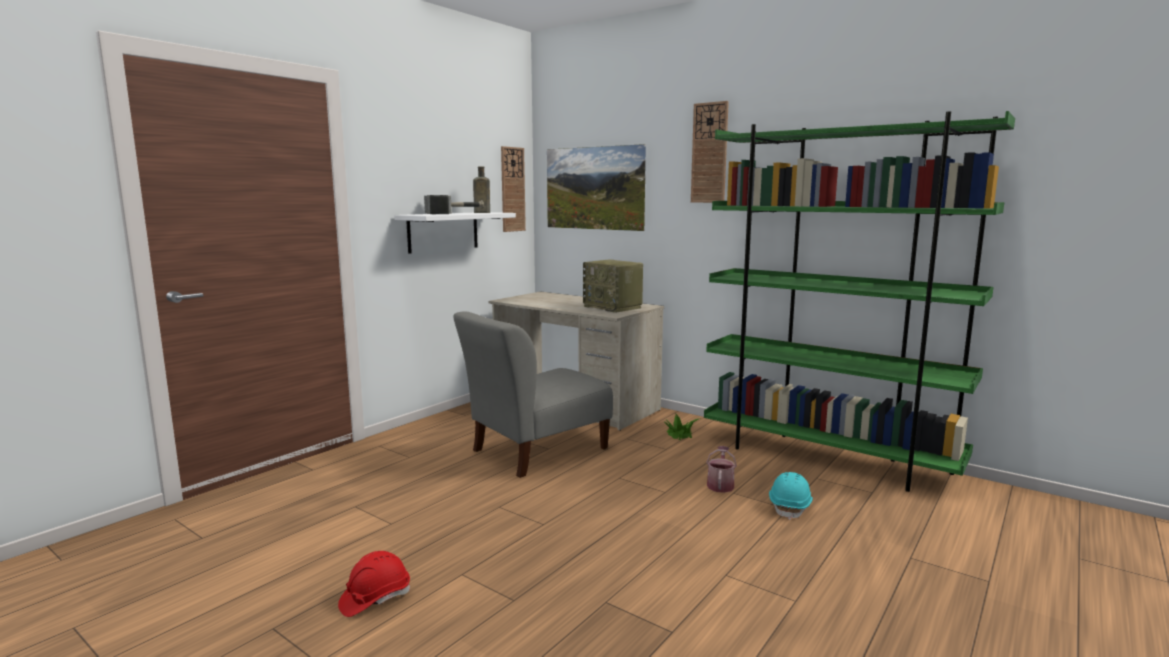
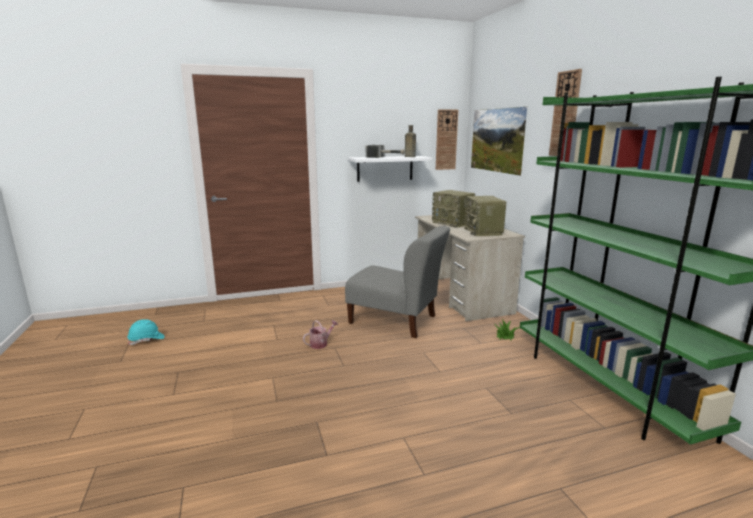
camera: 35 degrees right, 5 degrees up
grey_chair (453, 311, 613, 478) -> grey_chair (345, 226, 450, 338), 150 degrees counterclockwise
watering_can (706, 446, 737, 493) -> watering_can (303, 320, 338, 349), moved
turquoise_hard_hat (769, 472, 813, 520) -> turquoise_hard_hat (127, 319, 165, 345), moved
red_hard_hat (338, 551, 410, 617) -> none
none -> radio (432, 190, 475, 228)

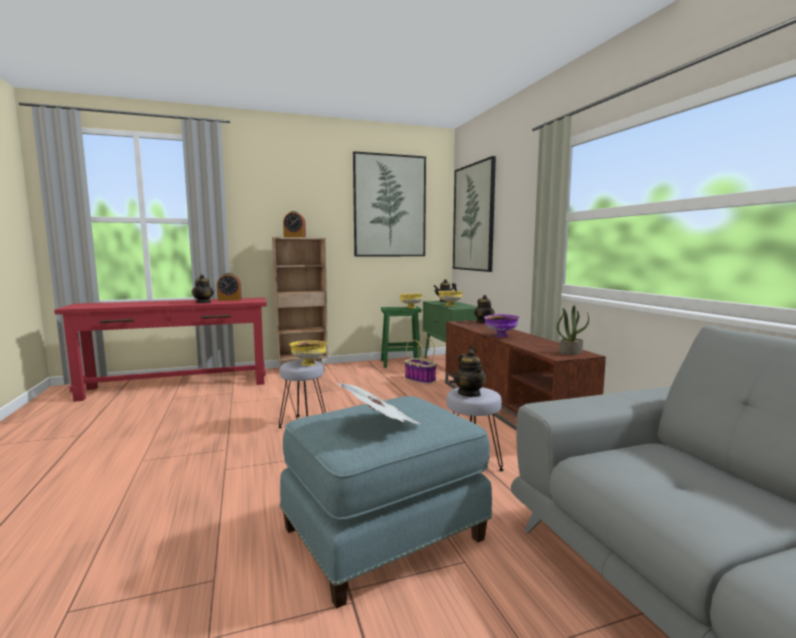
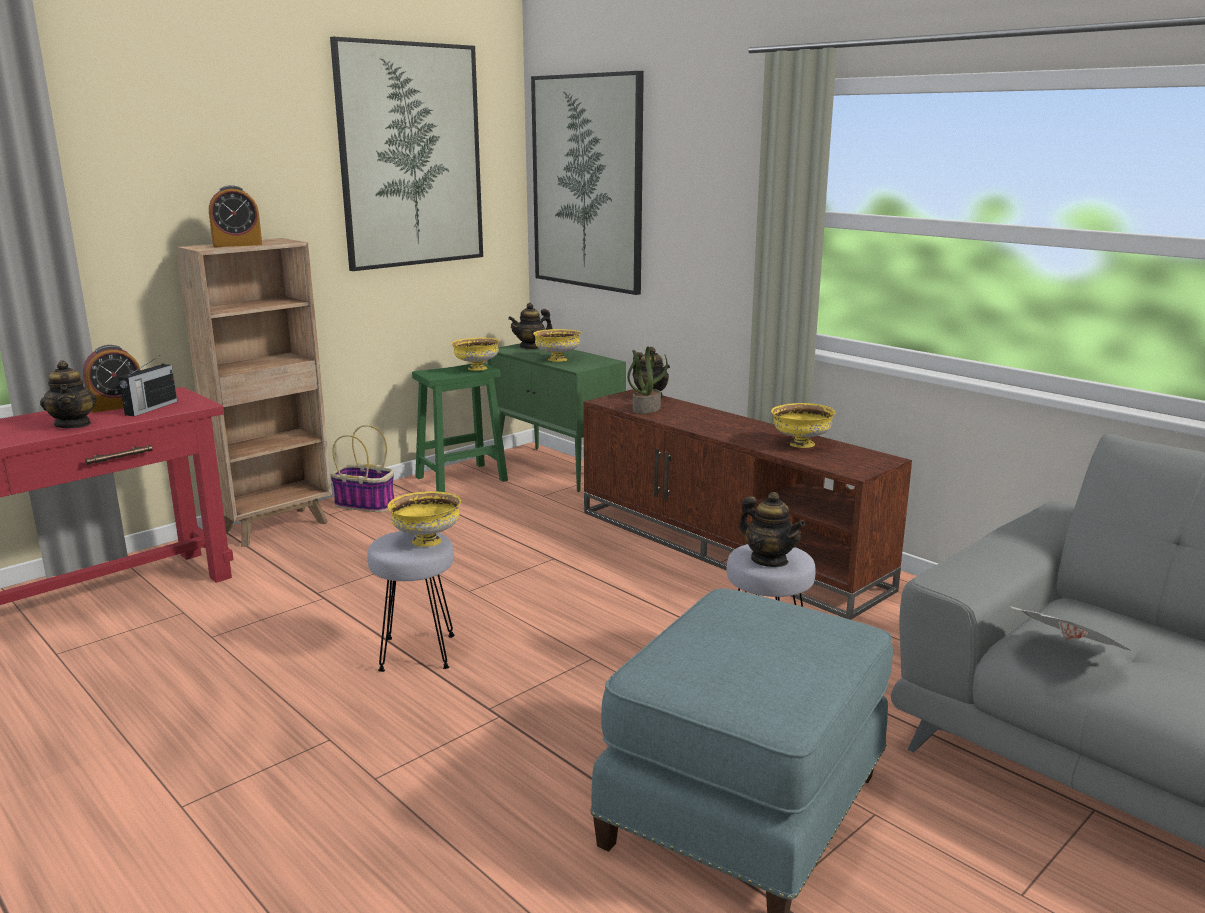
camera: 25 degrees left, 10 degrees up
potted_plant (557, 306, 589, 355) -> potted_plant (627, 346, 668, 414), moved
purple_bowl (484, 314, 519, 337) -> none
basket (404, 337, 437, 384) -> basket (330, 425, 394, 512), moved
newspaper (336, 383, 421, 424) -> newspaper (1010, 606, 1131, 651), moved
none -> radio (119, 356, 177, 416)
none -> yellow_bowl (771, 403, 835, 448)

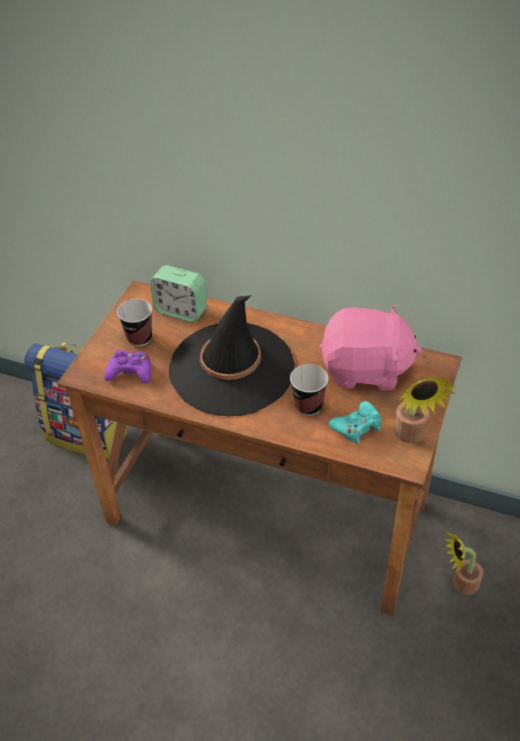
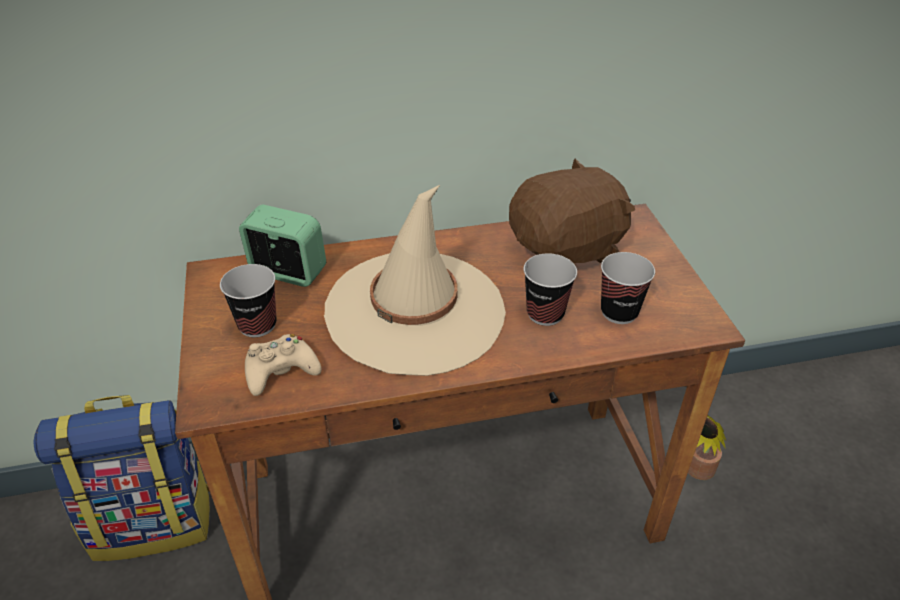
camera: 35 degrees left, 5 degrees down
alarm_clock (150, 265, 207, 322) -> alarm_clock (239, 205, 326, 287), 150 degrees counterclockwise
black_hat (169, 295, 295, 416) -> beige_hat (324, 185, 506, 376)
pink_plush_toy (320, 304, 422, 390) -> brown_plush_toy (509, 158, 635, 266)
purple_game_controller (104, 350, 151, 384) -> beige_game_controller (245, 334, 321, 396)
potted_plant (394, 378, 456, 443) -> none
turquoise_game_controller (328, 401, 382, 444) -> cup (601, 252, 655, 324)

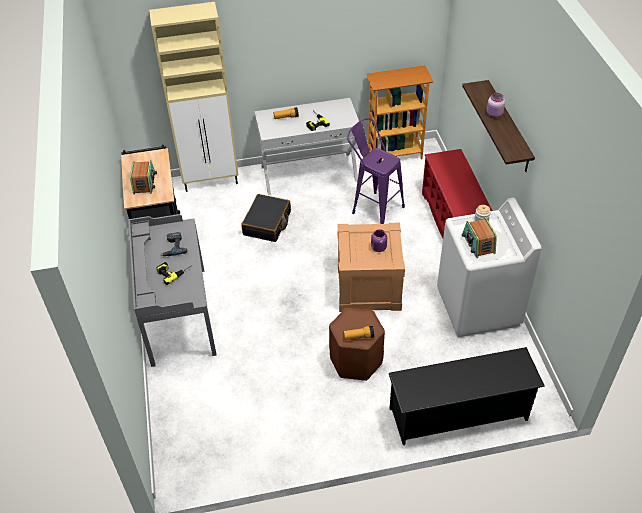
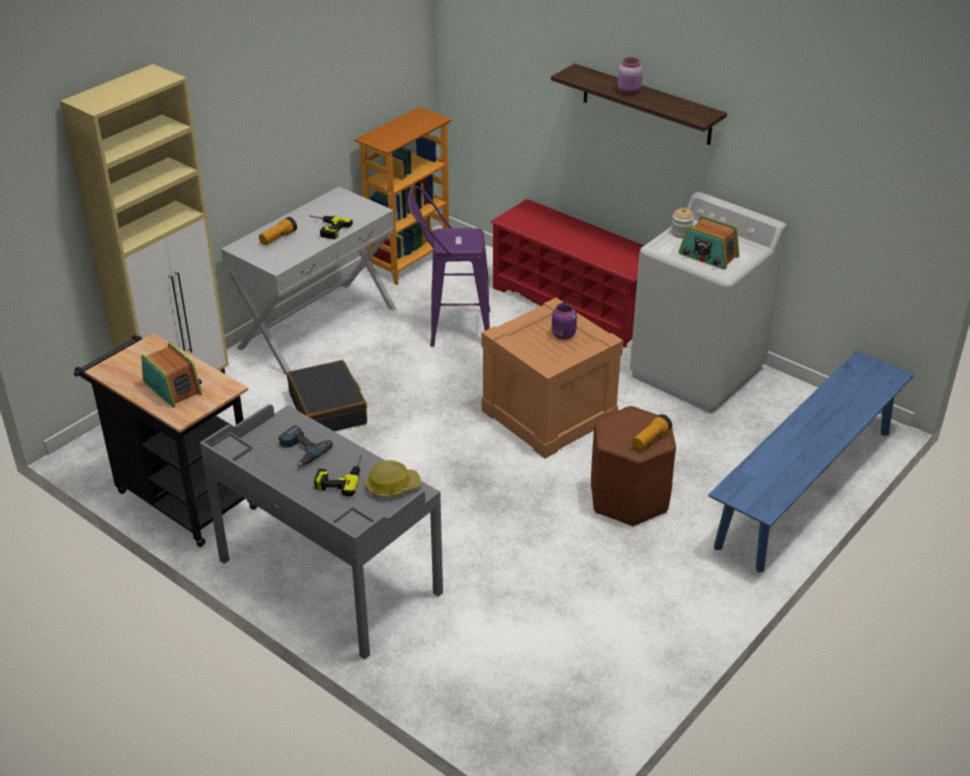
camera: 40 degrees left, 10 degrees down
black_shoe_rack (389, 347, 545, 445) -> blue_bench (708, 351, 914, 573)
none -> hard_hat (366, 460, 421, 498)

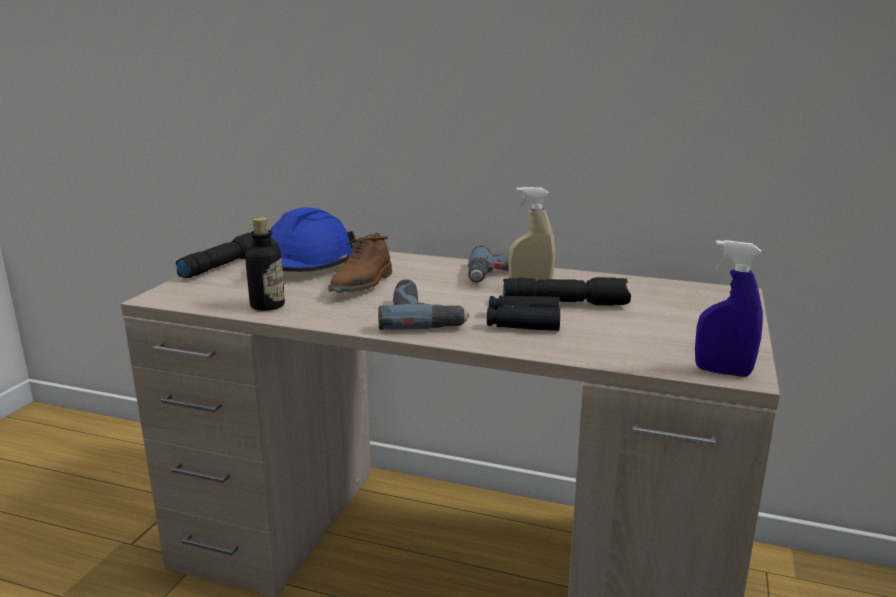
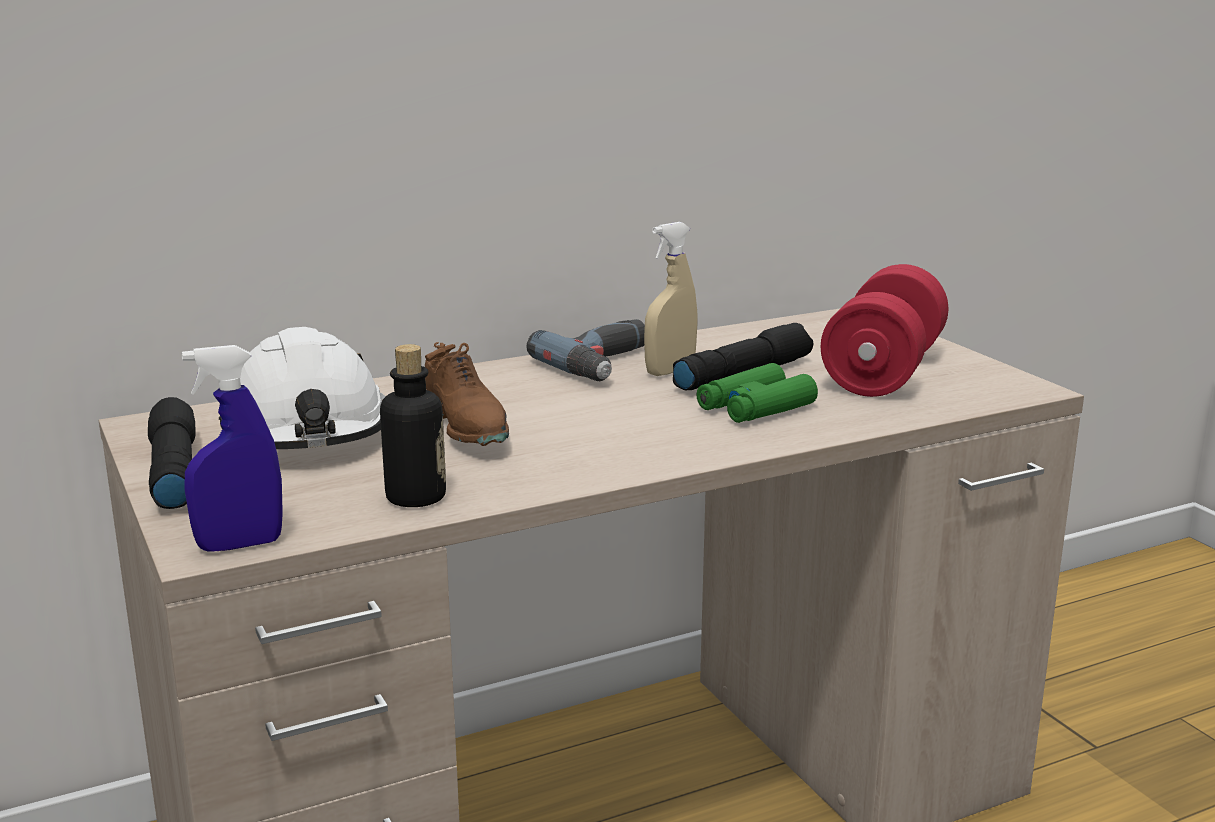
camera: 45 degrees left, 0 degrees up
blue_hard_hat (270, 207, 356, 272) -> white_hard_hat (219, 327, 385, 449)
blue_spray_bottle (695, 240, 763, 377) -> blue_spray_bottle (182, 345, 282, 552), moved
power_drill (378, 279, 469, 330) -> none
black_binoculars (487, 296, 560, 331) -> green_binoculars (696, 363, 818, 423)
none -> red_dumbbell (821, 264, 948, 397)

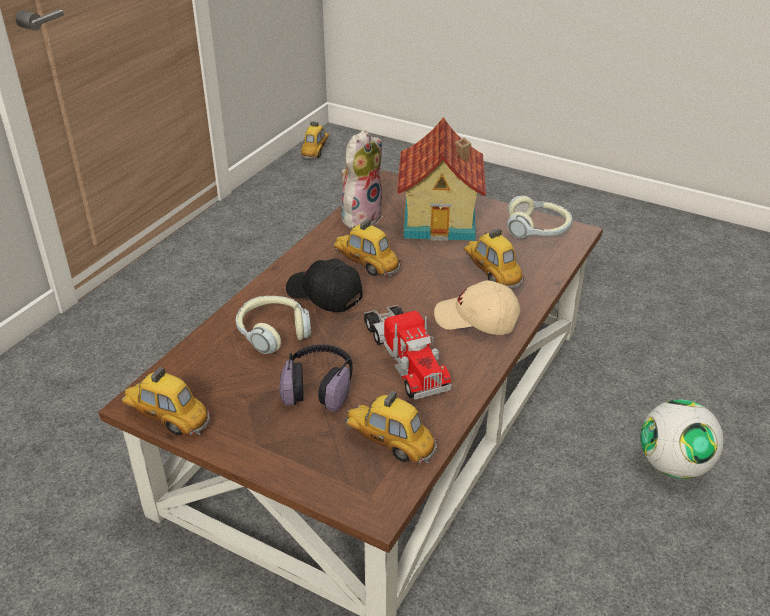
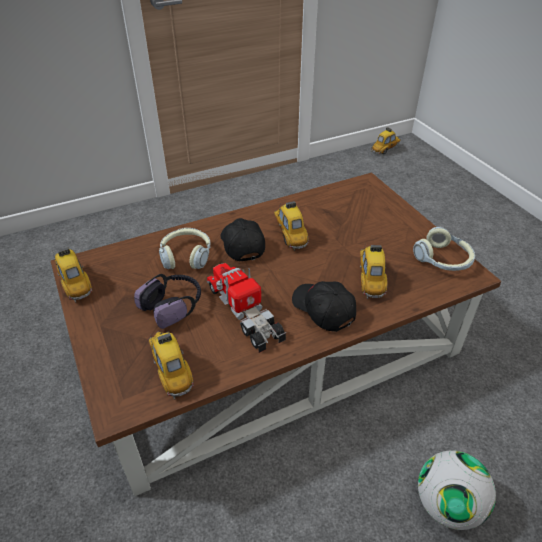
camera: 35 degrees right, 5 degrees up
toy_house (397, 117, 486, 241) -> none
plush_toy (341, 130, 383, 229) -> none
beige_cap (434, 280, 520, 335) -> black_cap (292, 281, 356, 332)
toy_truck (364, 305, 452, 400) -> toy_truck (207, 263, 286, 353), 135 degrees clockwise

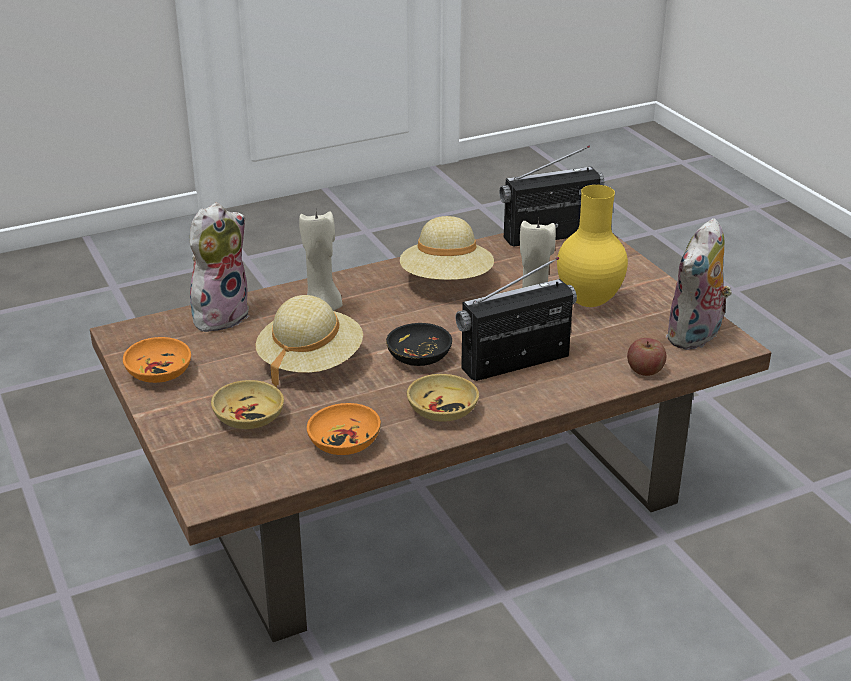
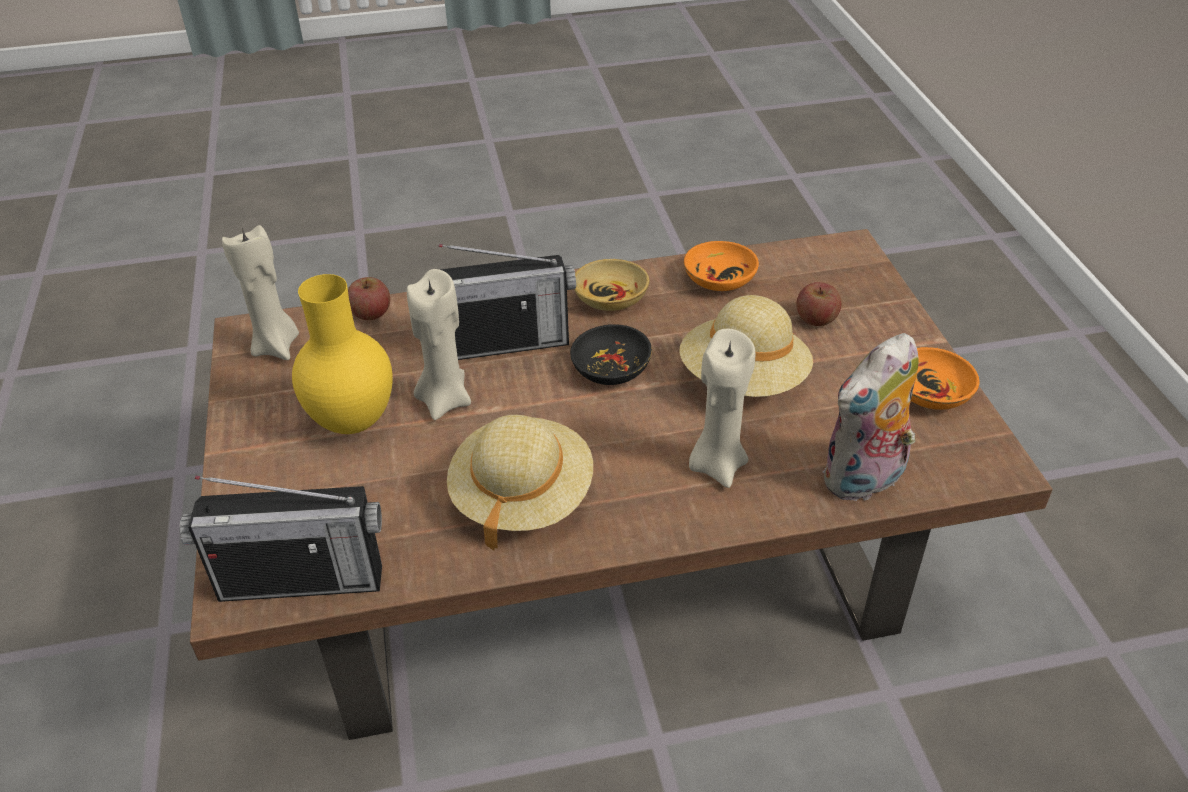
camera: 165 degrees left, 10 degrees up
plush_toy (666, 218, 732, 350) -> beige_candle (222, 225, 299, 360)
beige_bowl (211, 380, 284, 429) -> apple (796, 282, 841, 326)

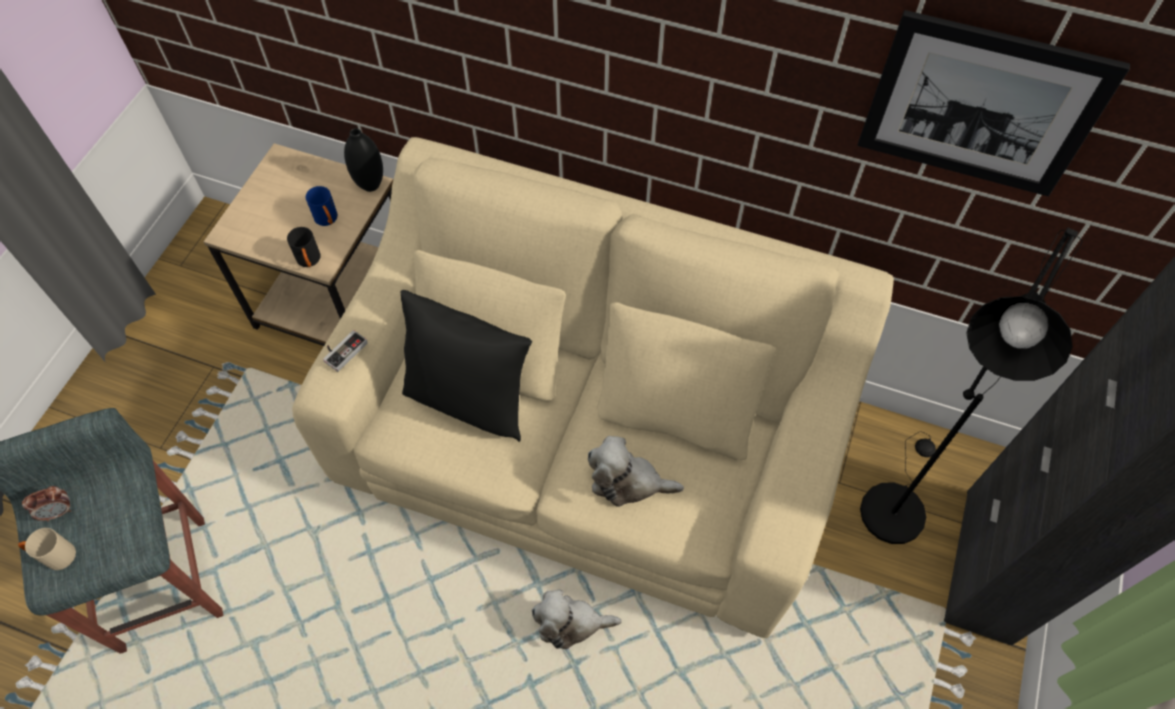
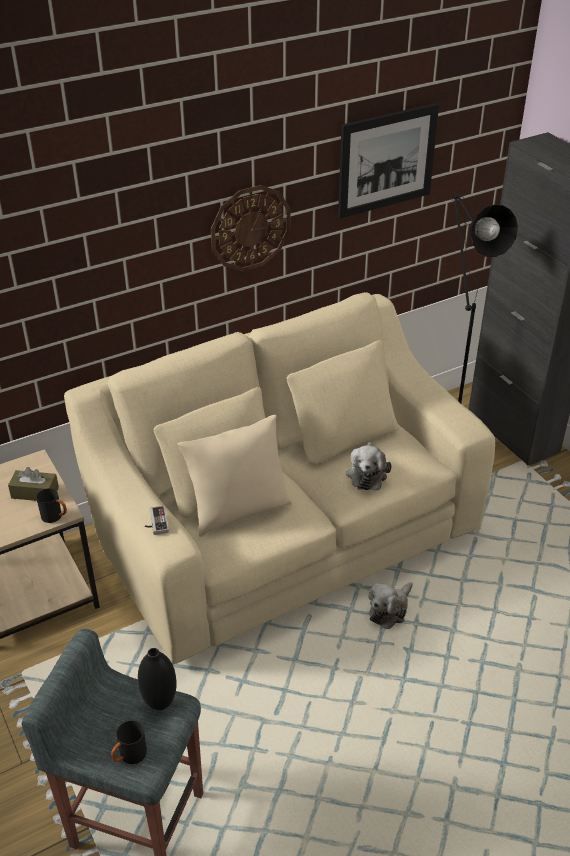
camera: 50 degrees left, 20 degrees down
black_vase (344, 128, 383, 192) -> black_vase (138, 648, 176, 711), moved
blue_mug (306, 186, 338, 226) -> brown_tissue_box (8, 467, 59, 501)
black_pillow (400, 290, 532, 442) -> beige_pillow (178, 415, 292, 537)
plush_toy (588, 436, 684, 507) -> plush_toy (346, 442, 391, 490), 45 degrees counterclockwise
alarm_clock (22, 486, 71, 522) -> none
beige_mug (18, 528, 76, 570) -> black_mug (111, 720, 147, 764)
none -> wall_clock (211, 185, 291, 272)

